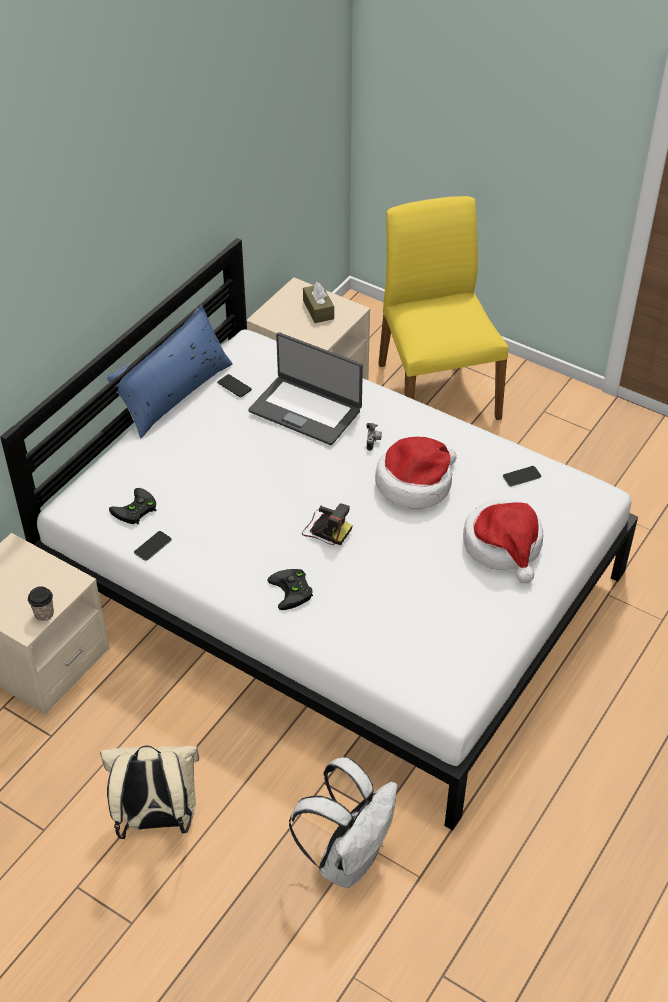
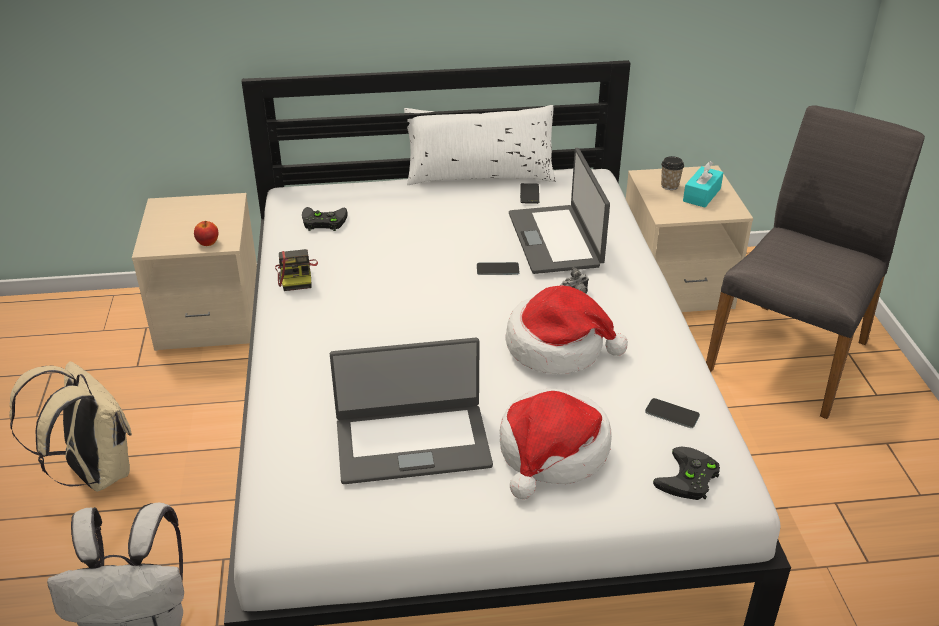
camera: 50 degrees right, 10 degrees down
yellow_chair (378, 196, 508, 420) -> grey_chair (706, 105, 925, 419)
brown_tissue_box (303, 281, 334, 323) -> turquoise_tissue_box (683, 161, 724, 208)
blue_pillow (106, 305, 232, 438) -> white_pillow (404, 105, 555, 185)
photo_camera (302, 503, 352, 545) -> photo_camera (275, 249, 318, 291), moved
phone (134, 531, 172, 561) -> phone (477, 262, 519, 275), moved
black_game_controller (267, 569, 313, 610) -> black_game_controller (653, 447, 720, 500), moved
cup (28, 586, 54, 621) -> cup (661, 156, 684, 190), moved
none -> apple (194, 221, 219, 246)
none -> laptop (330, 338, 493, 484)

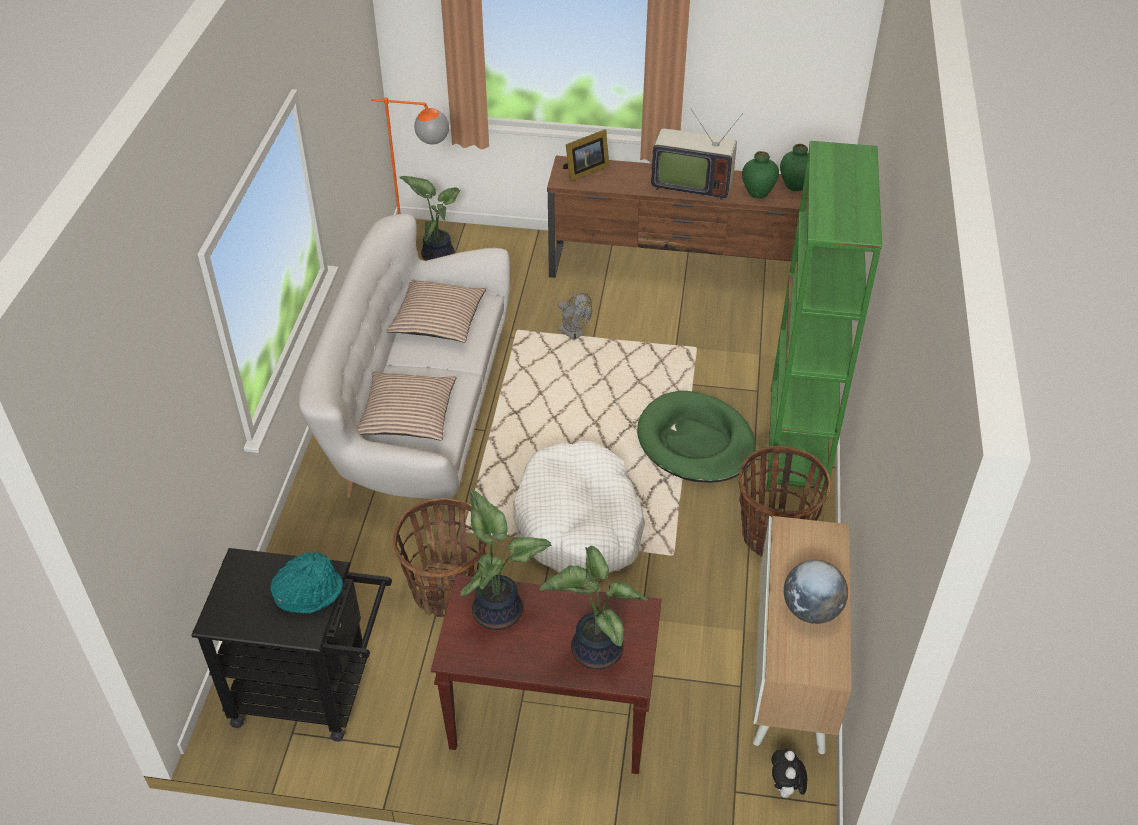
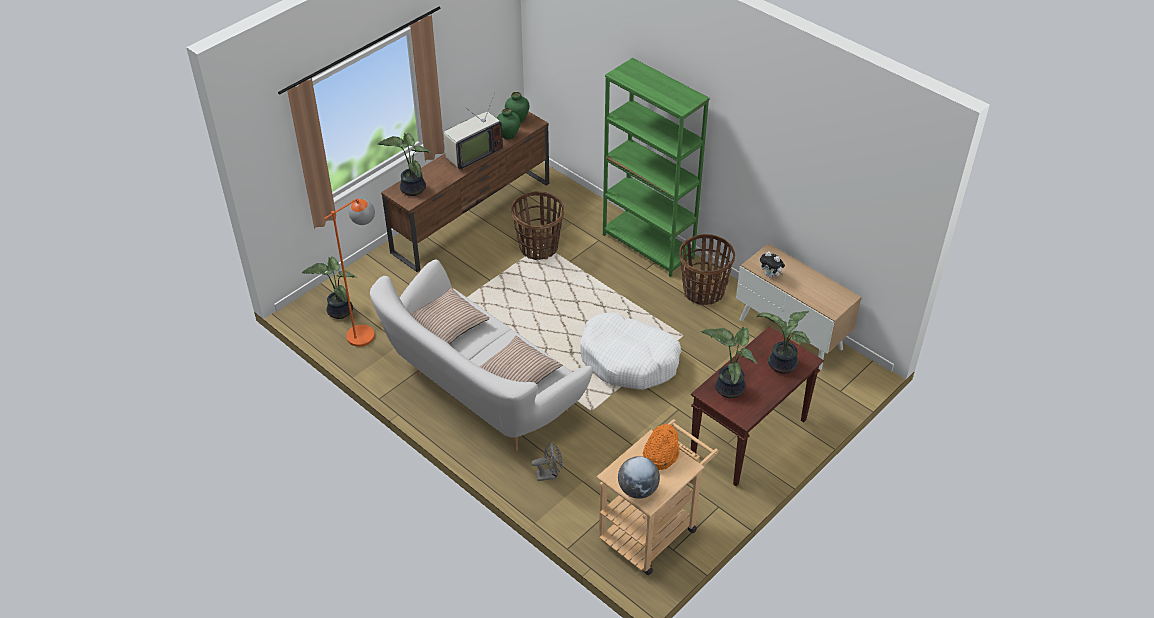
camera: 55 degrees left, 0 degrees up
picture_frame (563, 129, 609, 182) -> potted_plant (377, 133, 432, 196)
grey_fan (557, 293, 592, 340) -> grey_fan (532, 442, 563, 481), moved
green_dog_bed (637, 391, 756, 483) -> none
basket (392, 498, 486, 617) -> basket (511, 191, 564, 260), moved
black_cart (191, 548, 392, 742) -> beige_cart (596, 419, 719, 575)
turquoise_hat (270, 551, 343, 614) -> orange_hat (643, 424, 679, 470)
globe (784, 560, 848, 624) -> globe (618, 456, 660, 499), moved
plush_toy (771, 749, 807, 802) -> plush_toy (760, 251, 785, 278), moved

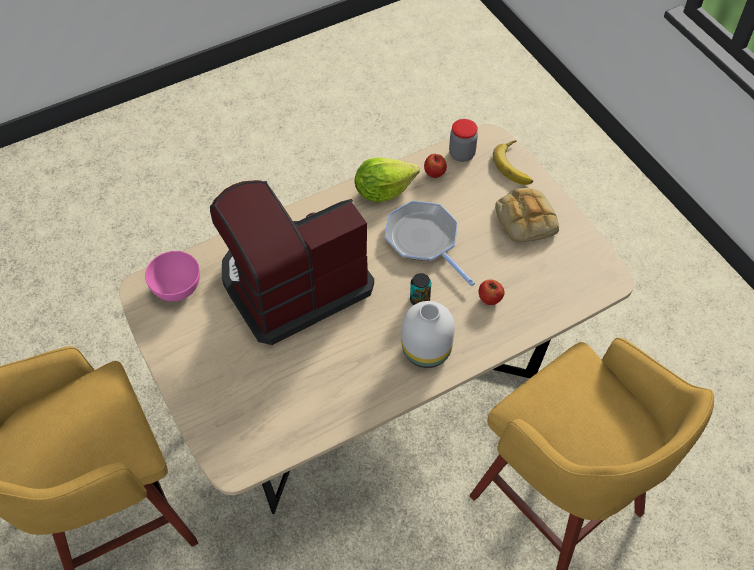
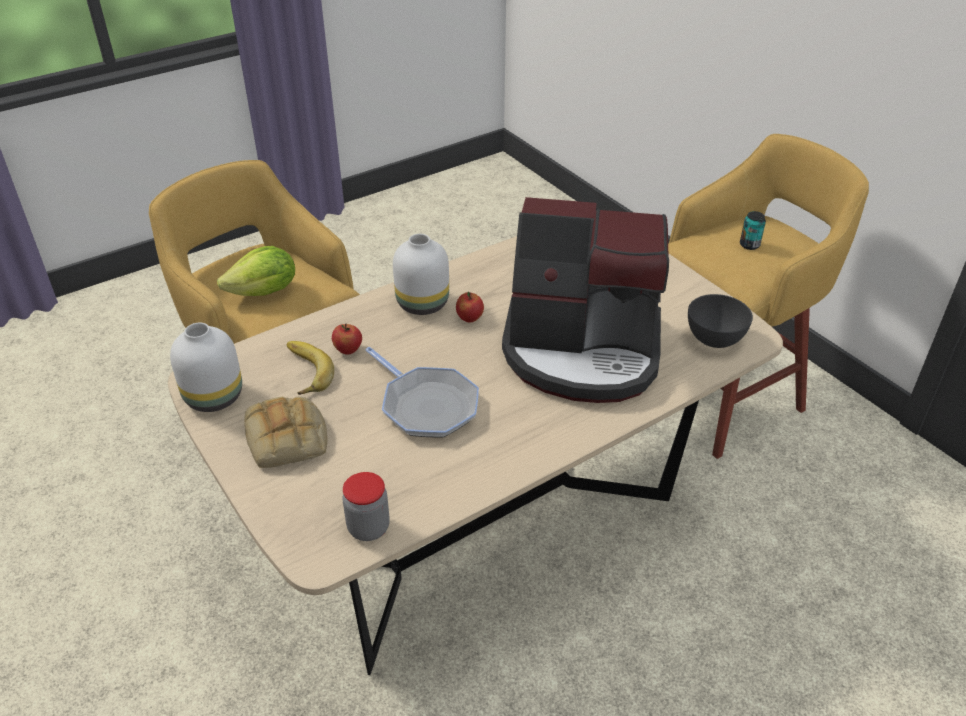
camera: 175 degrees right, 15 degrees down
banana (493, 140, 533, 185) -> banana (287, 341, 334, 395), moved
apple (424, 154, 447, 178) -> apple (456, 292, 484, 322), moved
lettuce (354, 157, 420, 202) -> lettuce (217, 246, 295, 296), moved
coffee_machine (210, 180, 374, 345) -> coffee_machine (502, 197, 669, 403), 45 degrees clockwise
pink_bowl (145, 251, 200, 301) -> grey_bowl (688, 294, 753, 348)
can (410, 273, 431, 305) -> can (740, 211, 766, 250), moved
none -> white_vase (170, 323, 242, 412)

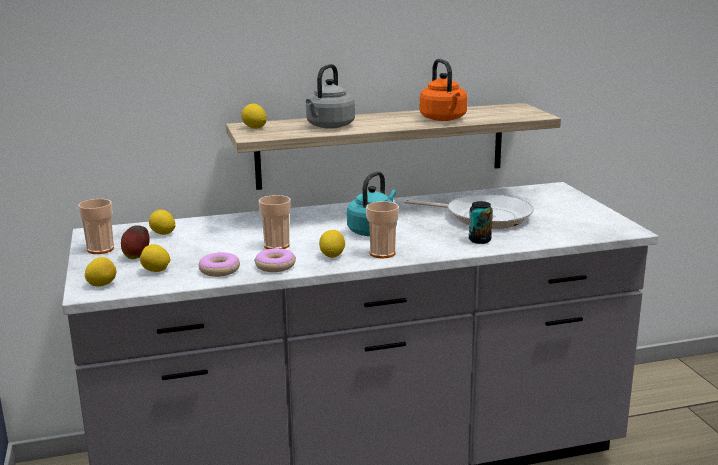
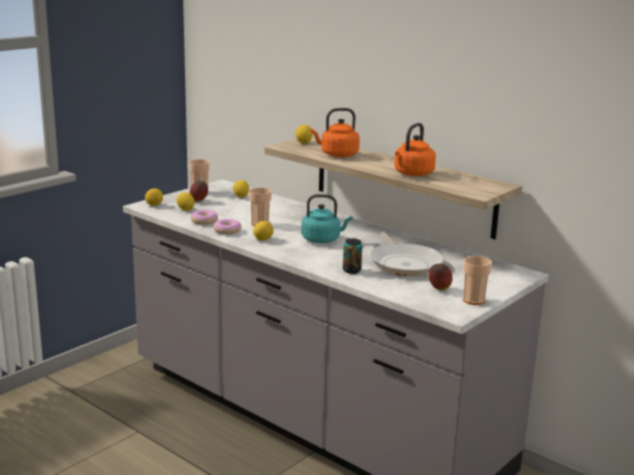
camera: 55 degrees right, 0 degrees up
grey_kettle (306, 64, 355, 129) -> orange_kettle (310, 108, 360, 157)
cup (366, 201, 399, 258) -> cup (463, 256, 492, 305), moved
none -> apple (429, 264, 452, 290)

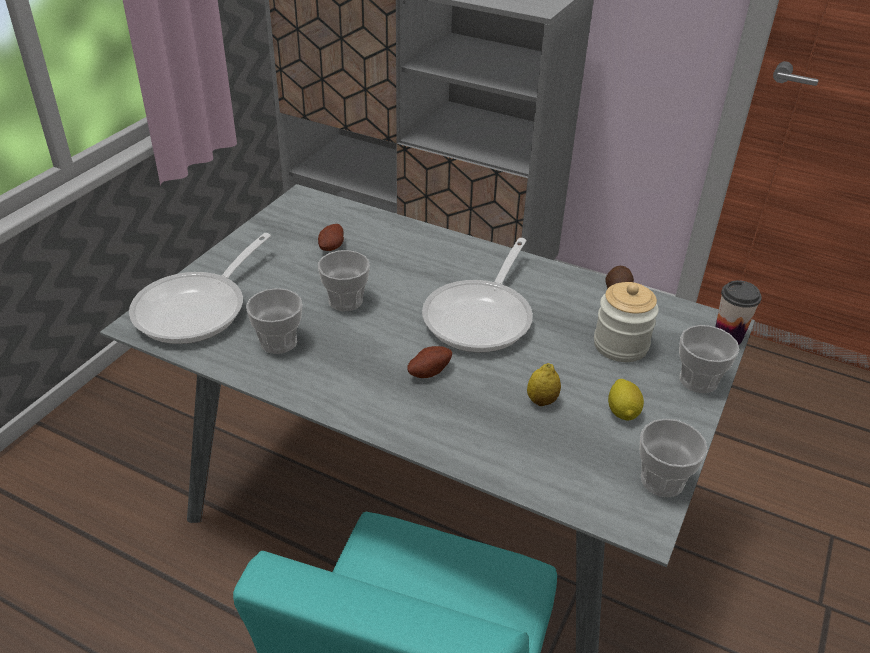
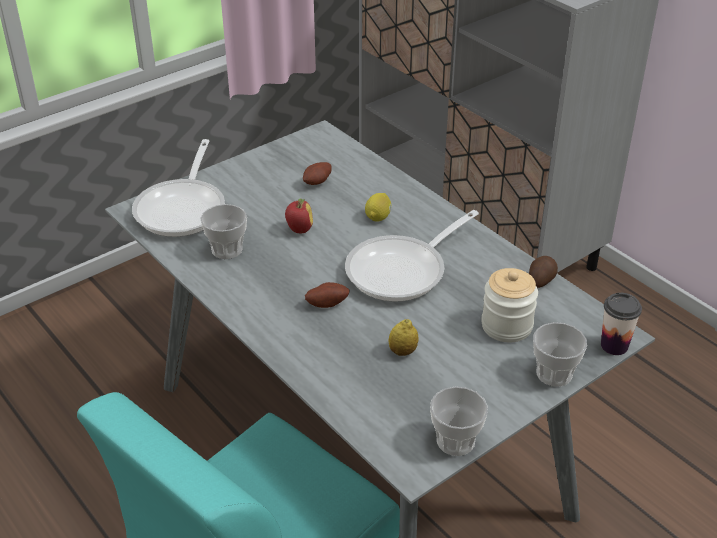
camera: 25 degrees right, 0 degrees up
frying_pan (129, 233, 271, 344) -> frying_pan (132, 139, 225, 237), 45 degrees counterclockwise
cup (318, 250, 370, 311) -> apple (285, 198, 313, 233)
lemon (608, 379, 644, 420) -> lemon (365, 193, 391, 222), moved

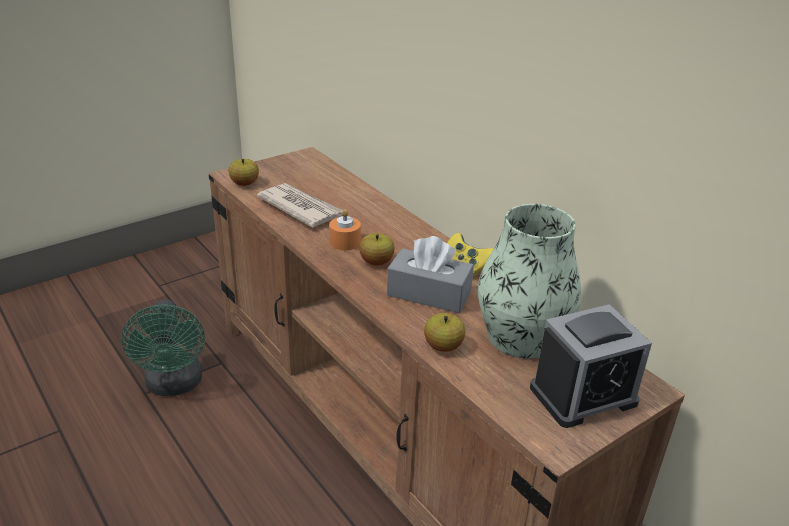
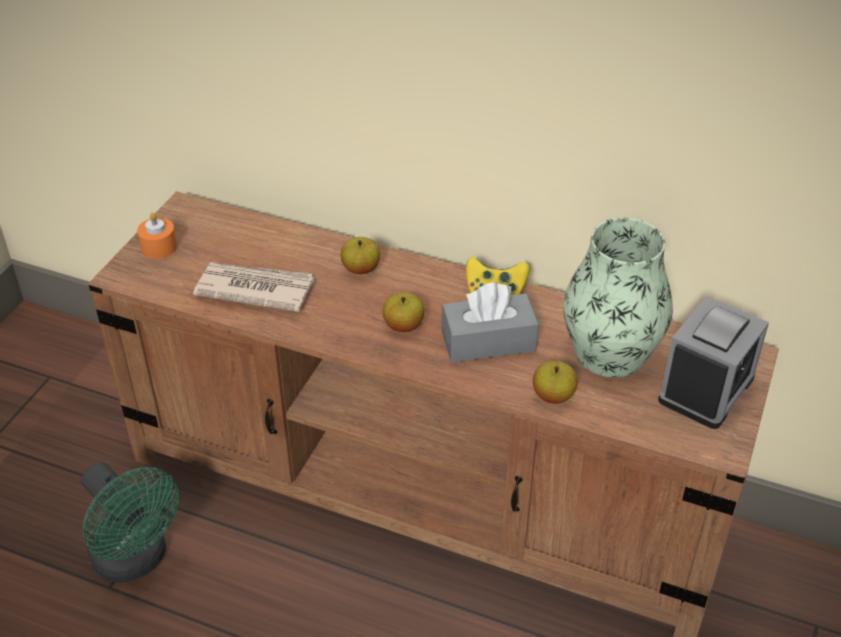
camera: 30 degrees left, 10 degrees up
apple (229, 159, 259, 186) -> apple (340, 237, 380, 274), moved
orange_candle (329, 209, 361, 250) -> orange_candle (137, 213, 177, 259), moved

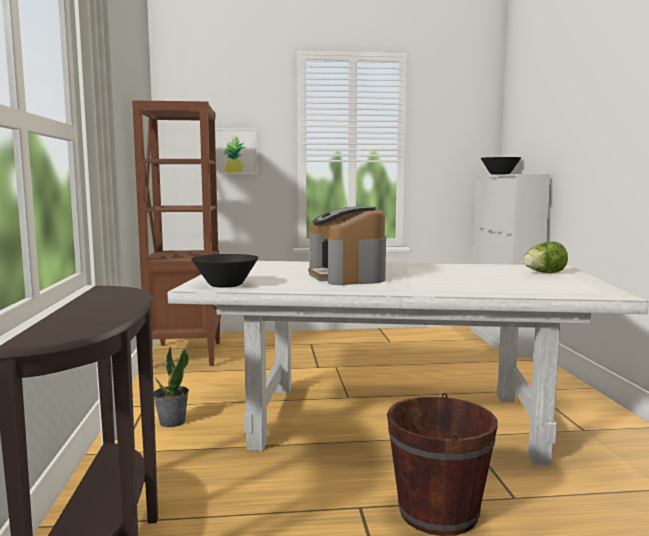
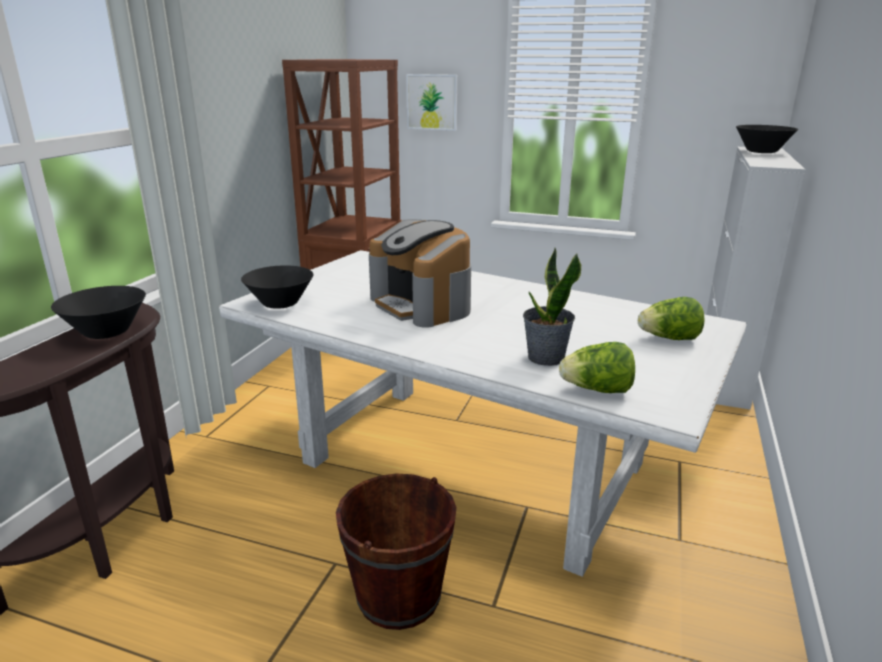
camera: 25 degrees right, 15 degrees up
coffee_machine (308, 206, 386, 285) -> coffee_machine (369, 219, 471, 328), 45 degrees counterclockwise
potted_plant (154, 347, 189, 427) -> potted_plant (523, 248, 581, 366), moved
none -> black_bowl (51, 286, 146, 339)
none -> lettuce (559, 342, 635, 393)

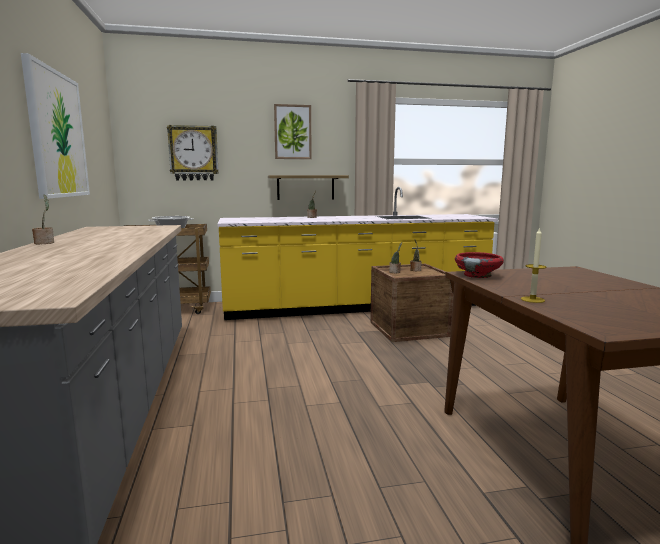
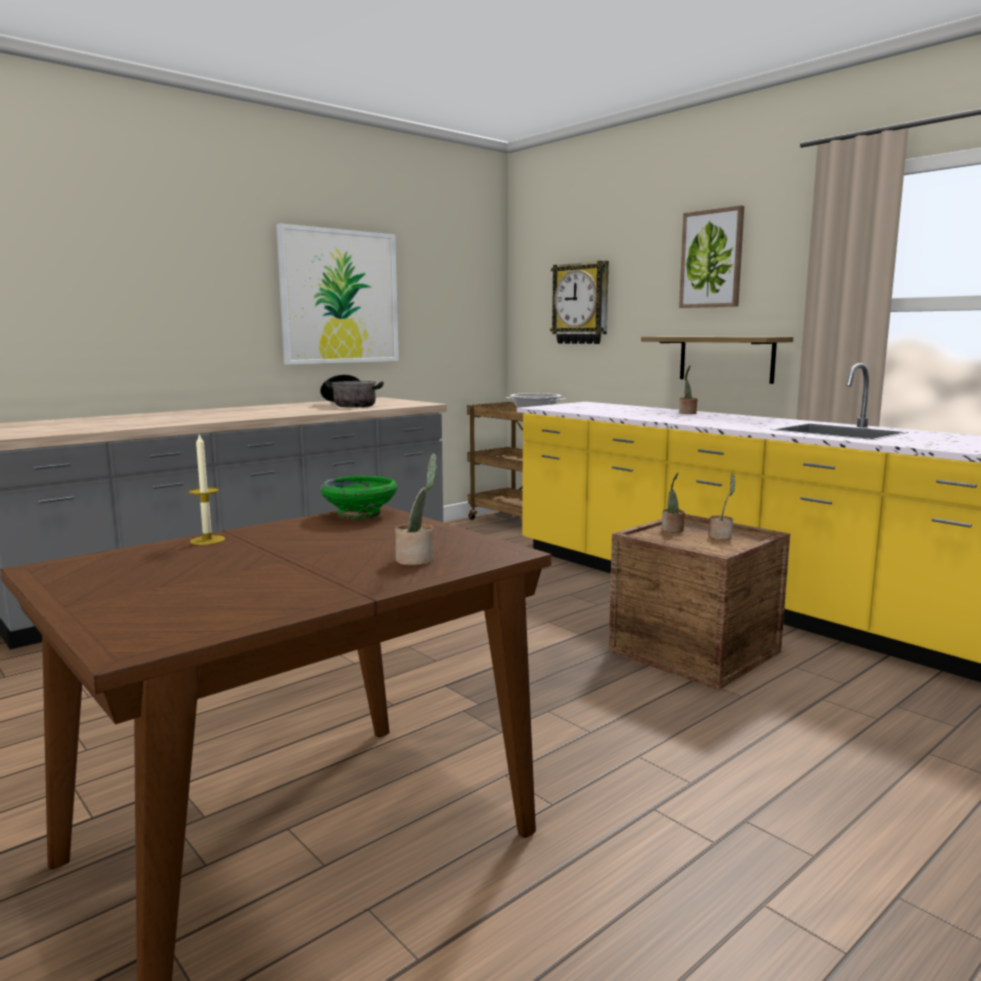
camera: 60 degrees right, 0 degrees up
potted_plant (32, 194, 54, 244) -> potted_plant (395, 453, 437, 565), moved
red_bowl (455, 252, 504, 278) -> green_bowl (320, 476, 397, 519)
none -> cooking_pot (320, 374, 384, 408)

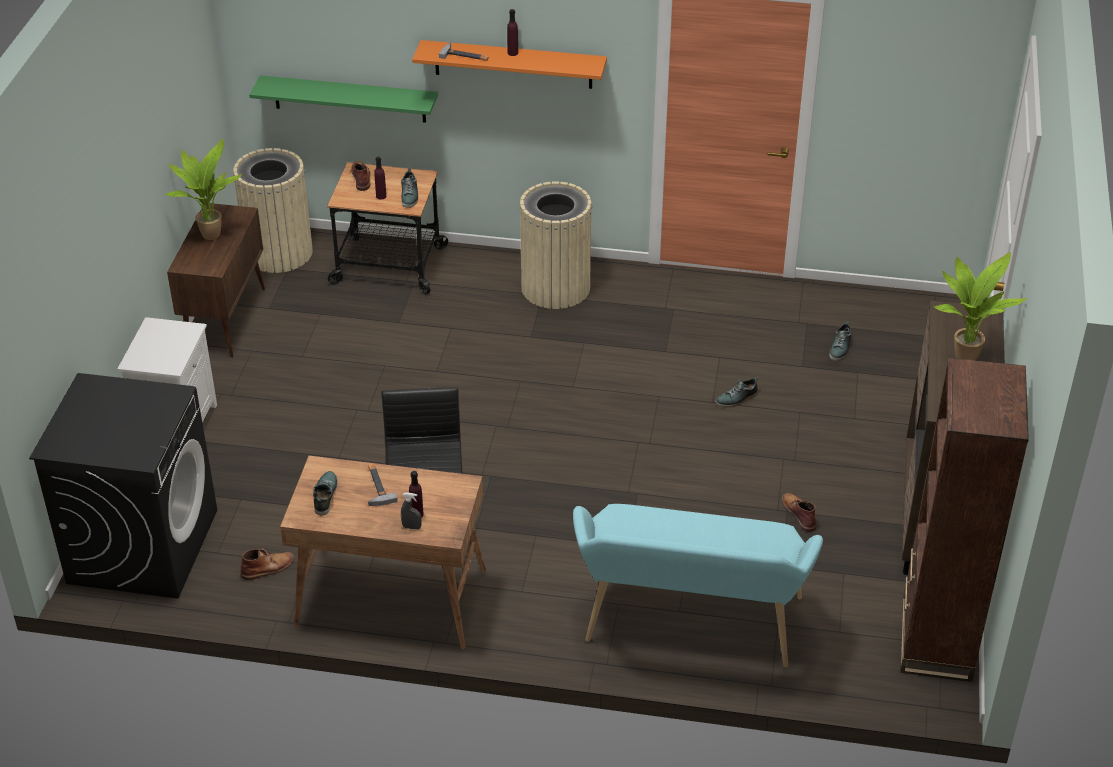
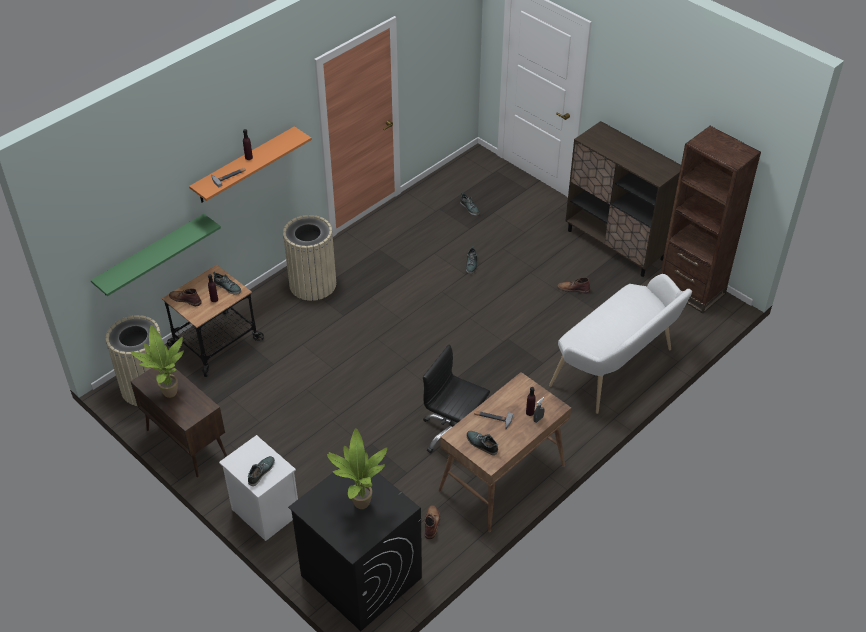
camera: 55 degrees left, 5 degrees up
potted_plant (933, 252, 1027, 360) -> potted_plant (327, 428, 387, 509), moved
turquoise_bench (573, 504, 823, 667) -> white_bench (549, 274, 692, 414)
none -> shoe (248, 456, 275, 486)

